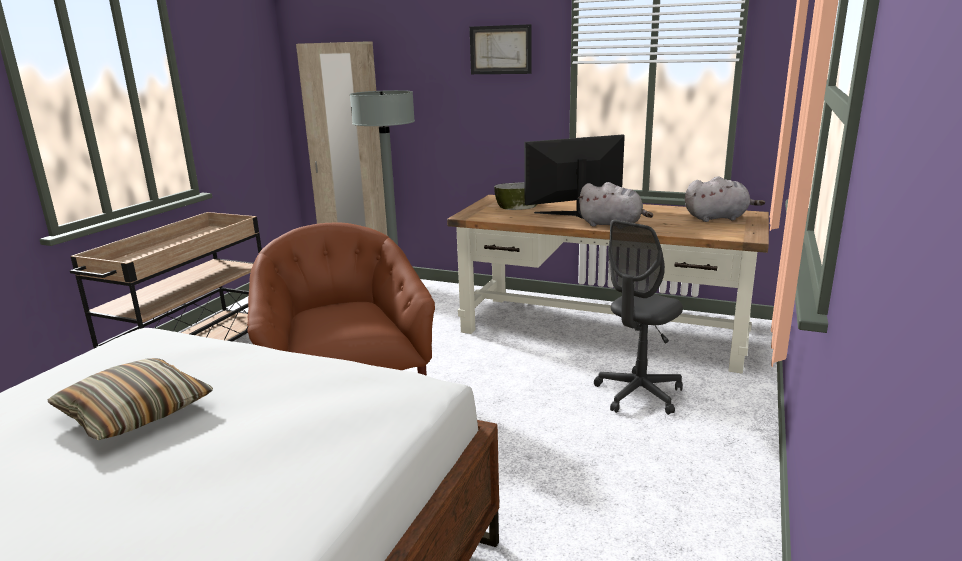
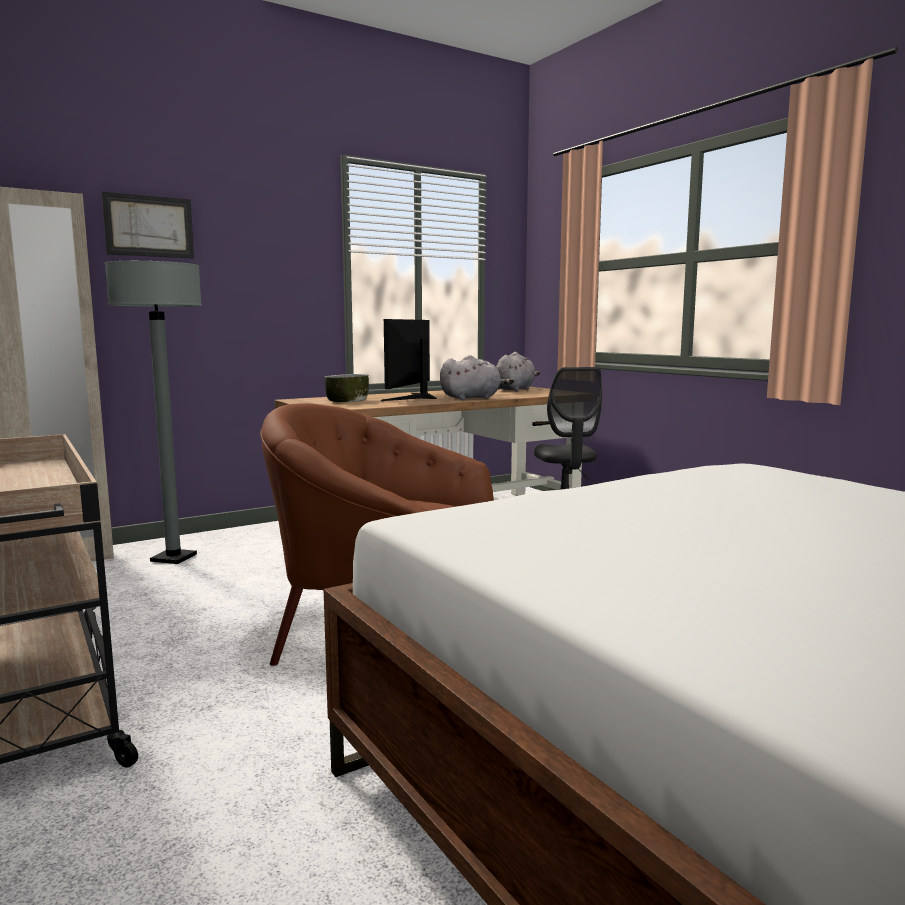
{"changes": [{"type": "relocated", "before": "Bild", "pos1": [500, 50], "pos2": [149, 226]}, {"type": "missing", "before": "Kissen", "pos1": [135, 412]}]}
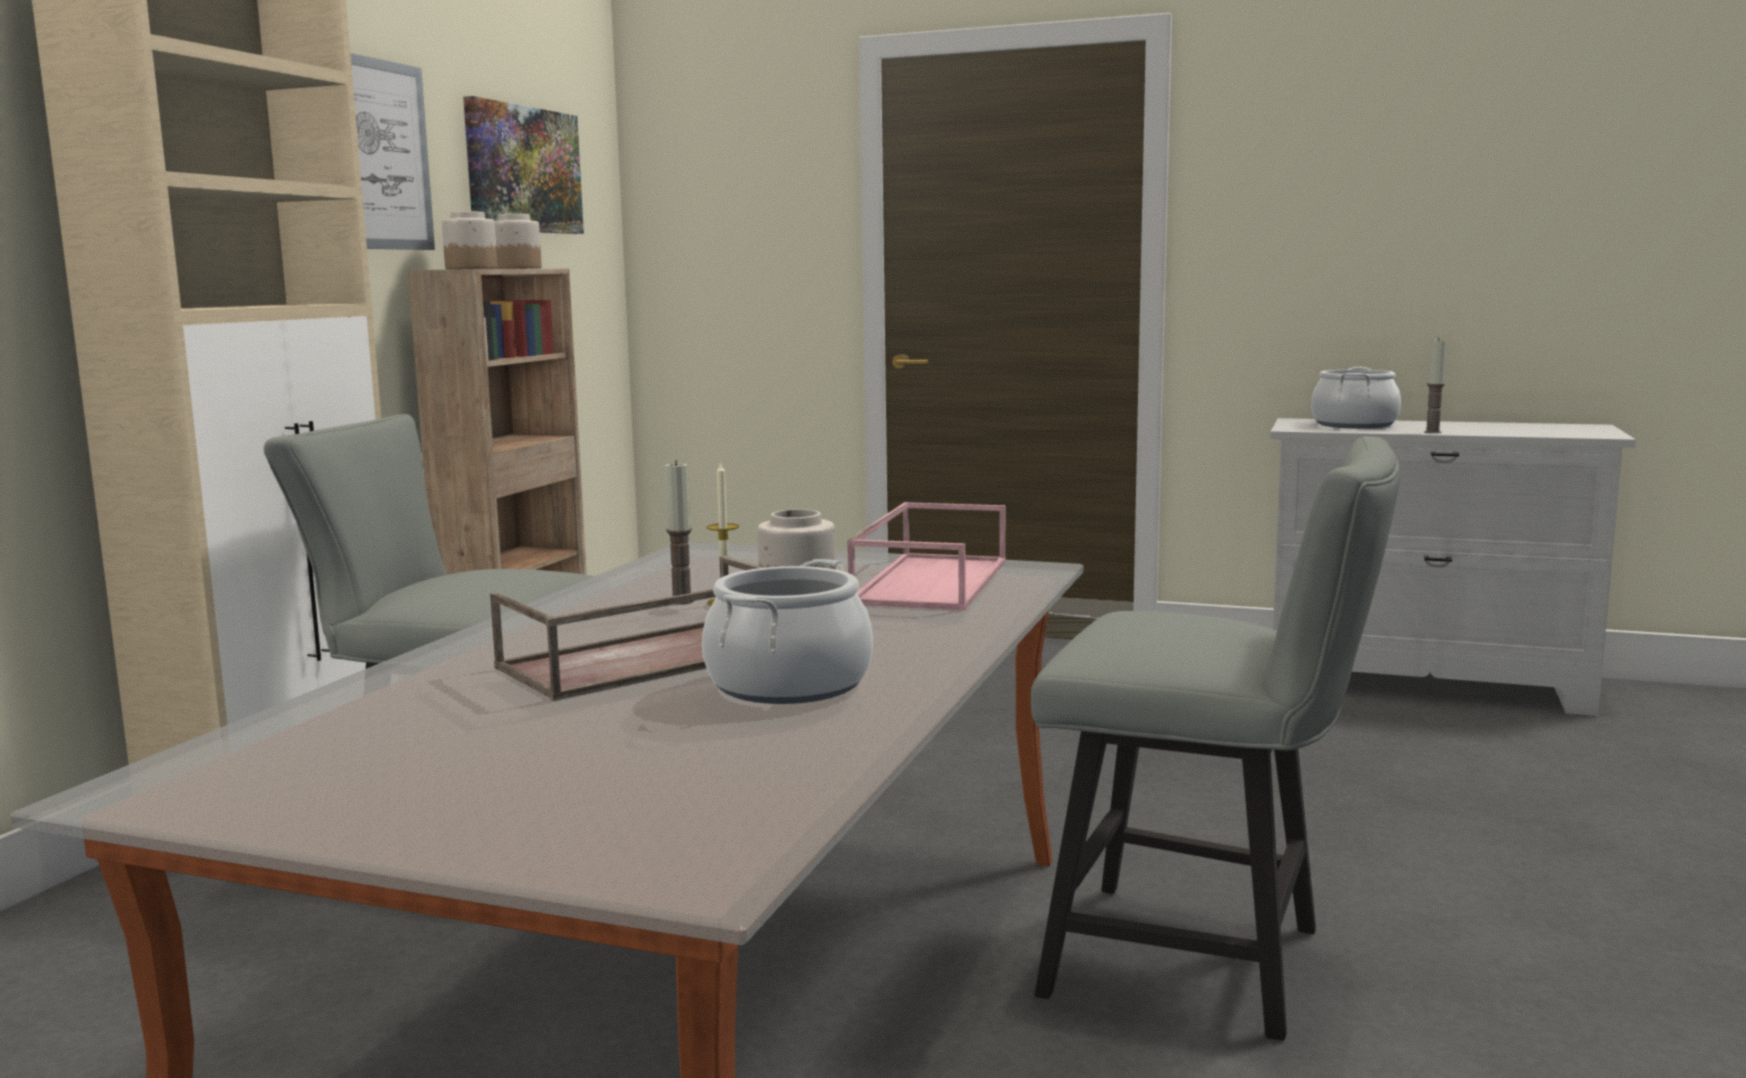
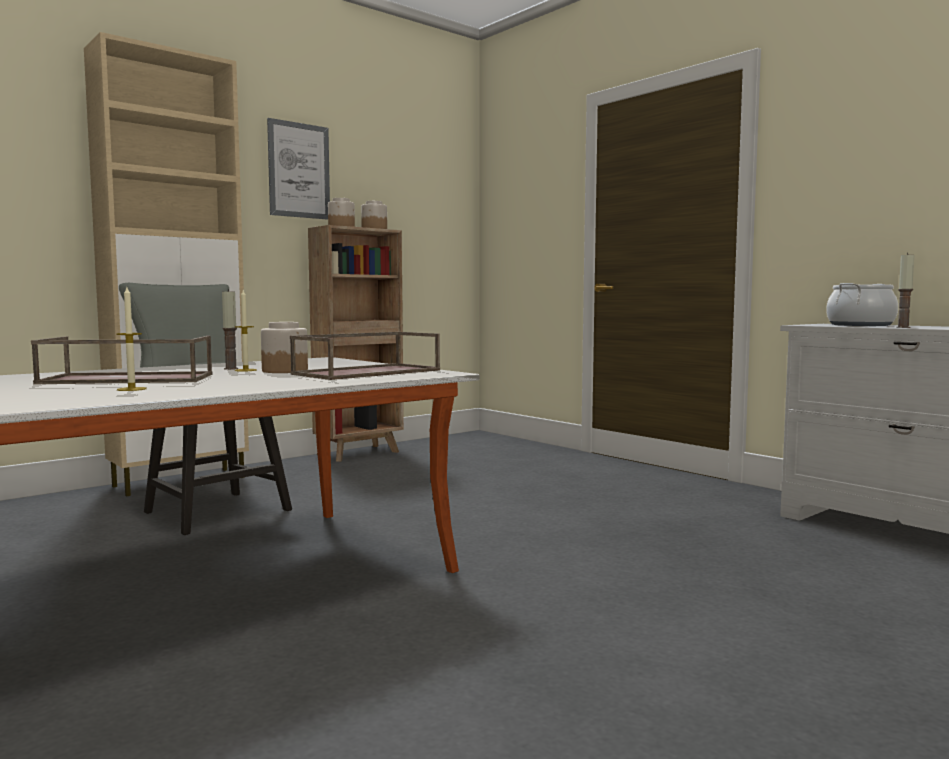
{"changes": [{"type": "exchanged", "before": "Kochtopf", "after": "Kerze", "pos1": [788, 684], "pos2": [131, 389]}, {"type": "colour", "before": "Tablett (rosa)", "after": "Tablett (braun)", "pos1": [929, 581], "pos2": [368, 372]}, {"type": "missing", "before": "Bild", "pos1": [522, 170]}, {"type": "missing", "before": "Stuhl (grau)", "pos1": [1207, 964]}]}
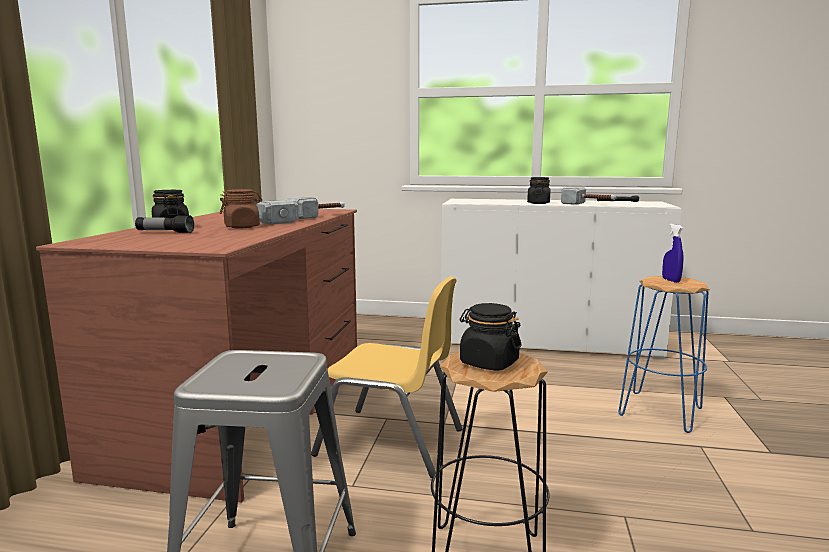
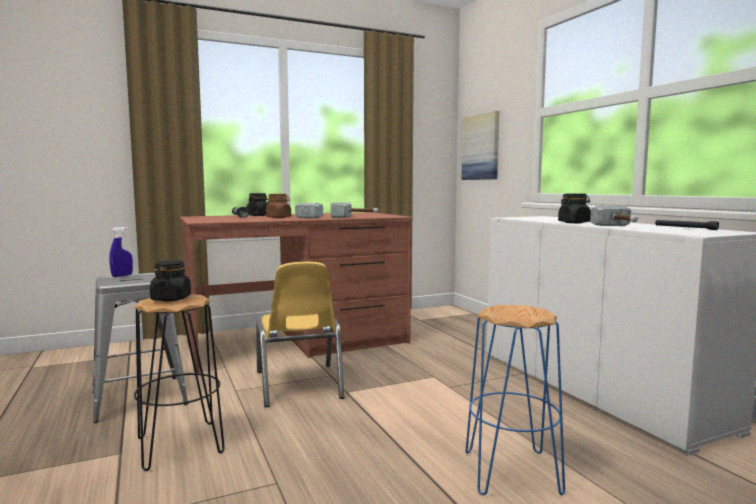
{"changes": [{"type": "relocated", "before": "Sprühflasche (blau)", "pos1": [671, 280], "pos2": [122, 276]}, {"type": "appeared", "after": "Bild", "pos2": [481, 147]}]}
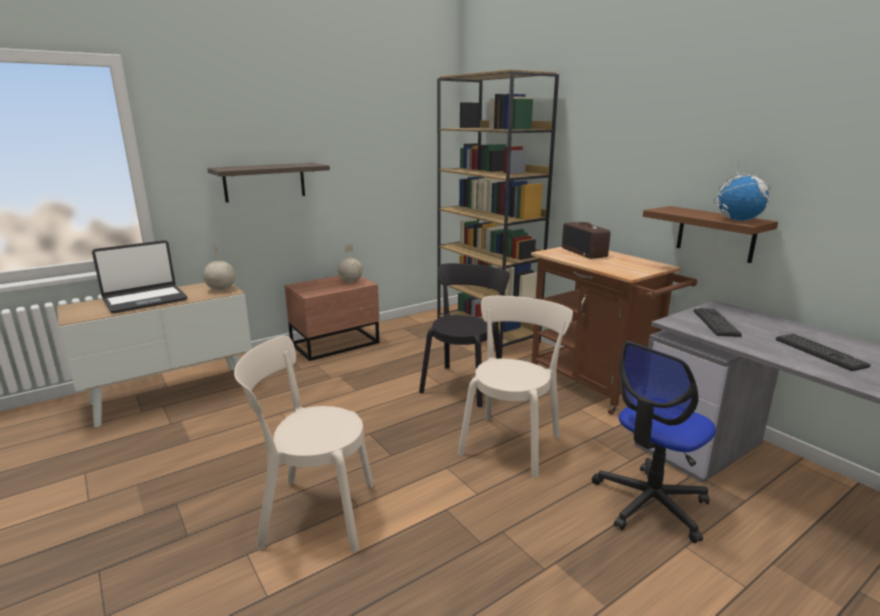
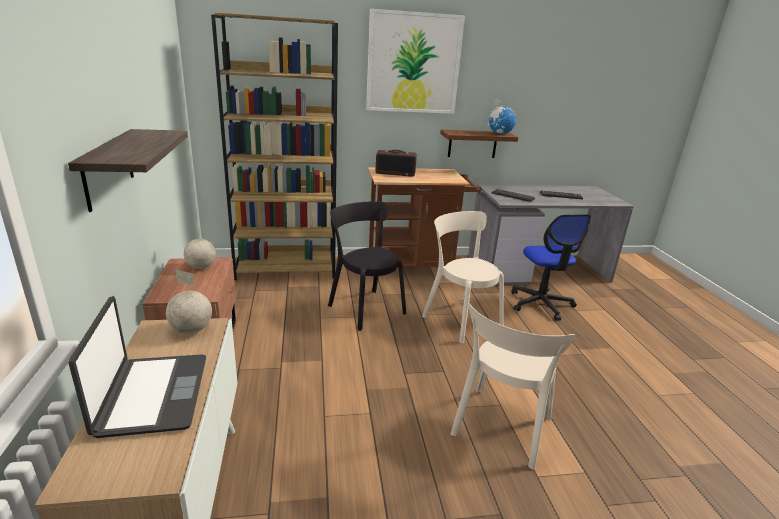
{"changes": [{"type": "appeared", "after": "Bild", "pos2": [413, 63]}]}
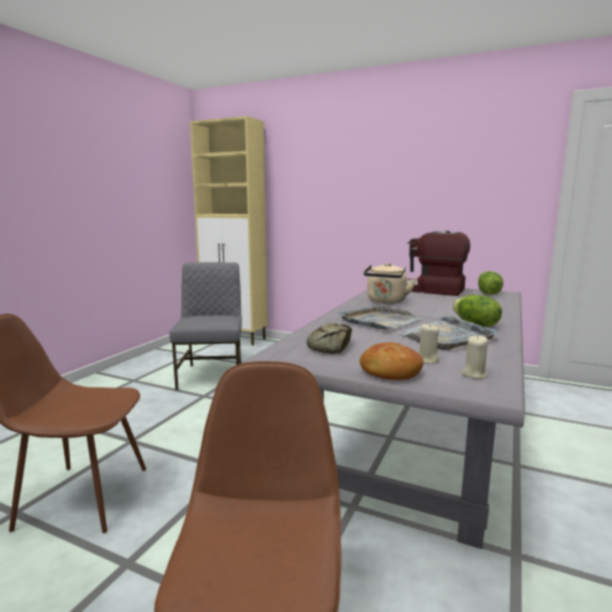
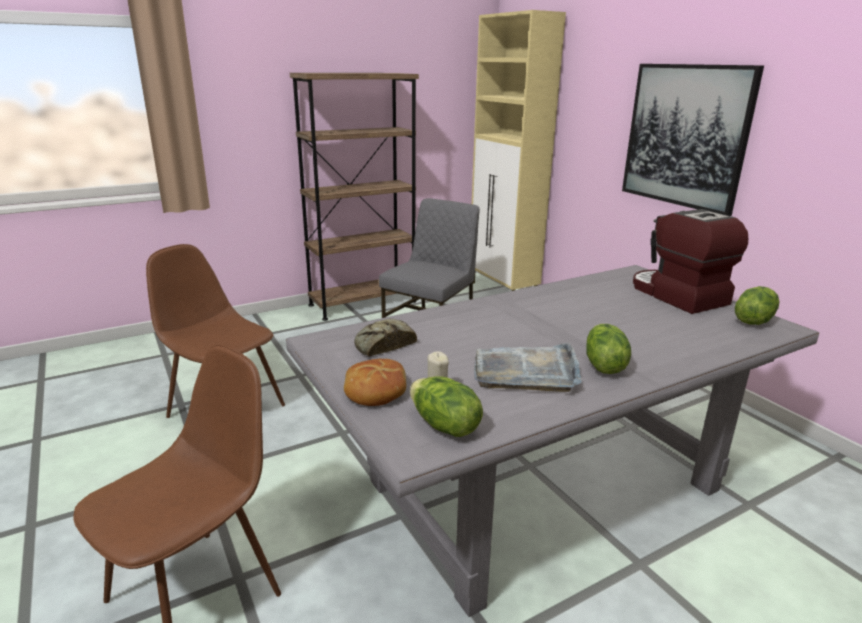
{"changes": [{"type": "appeared", "after": "Bücherregal (braun)", "pos2": [362, 303]}, {"type": "exchanged", "before": "Kerze (beige)", "after": "Salatkopf", "pos1": [474, 374], "pos2": [444, 426]}, {"type": "appeared", "after": "Bild", "pos2": [685, 136]}, {"type": "missing", "before": "Tablett (grau)", "pos1": [379, 321]}, {"type": "missing", "before": "Wasserkessel (beige)", "pos1": [386, 301]}]}
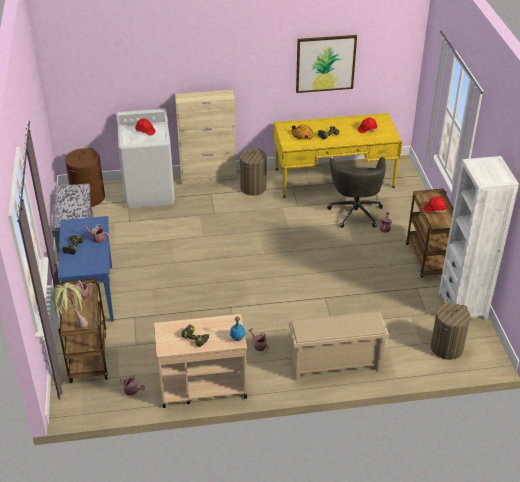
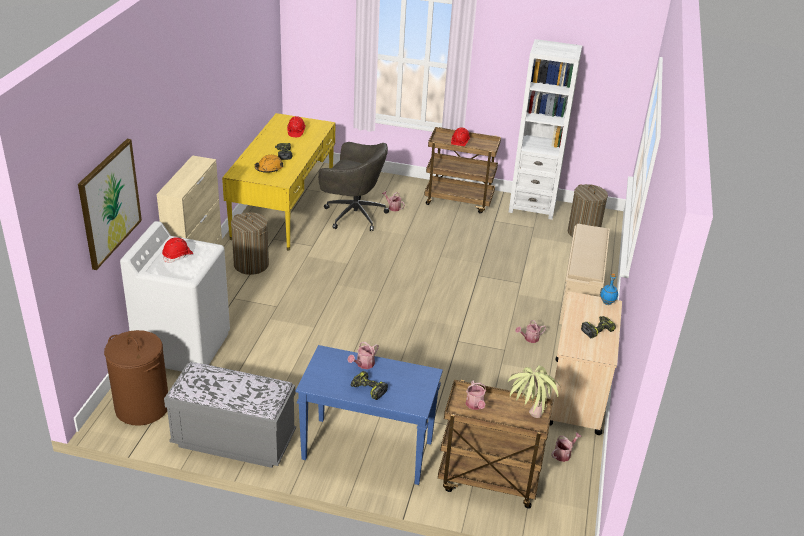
{"changes": [{"type": "relocated", "before": "Bild", "pos1": [325, 63], "pos2": [109, 203]}]}
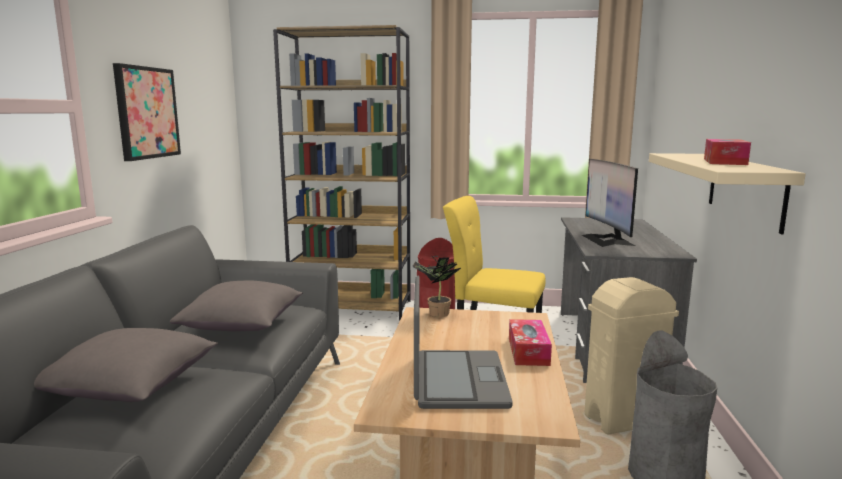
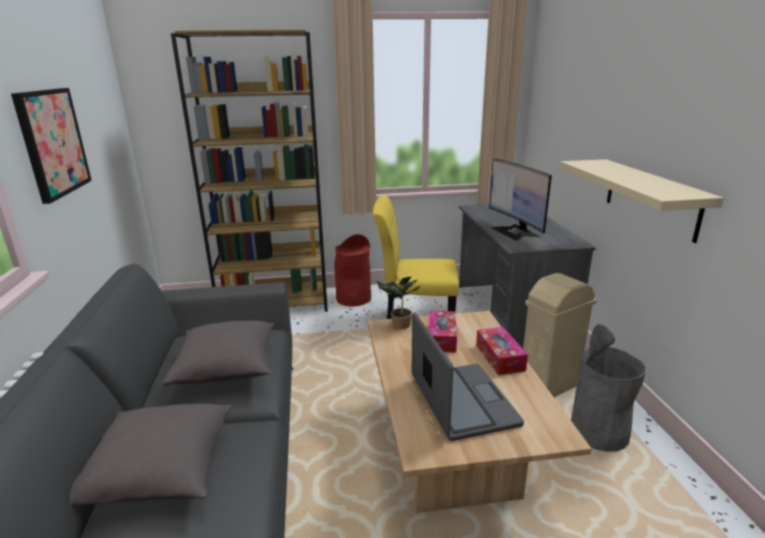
{"changes": [{"type": "relocated", "before": "Taschentuchbox", "pos1": [724, 161], "pos2": [441, 338]}]}
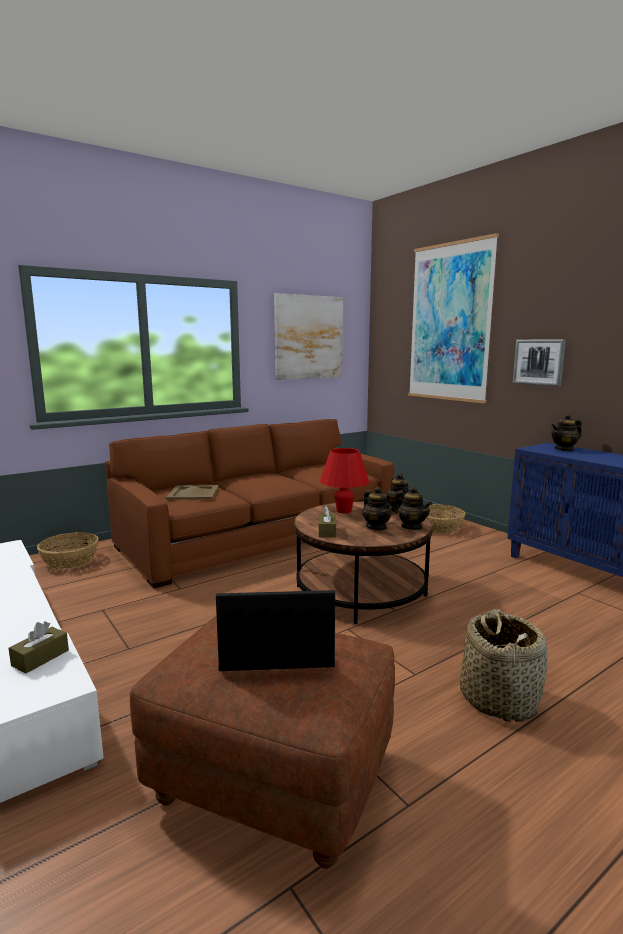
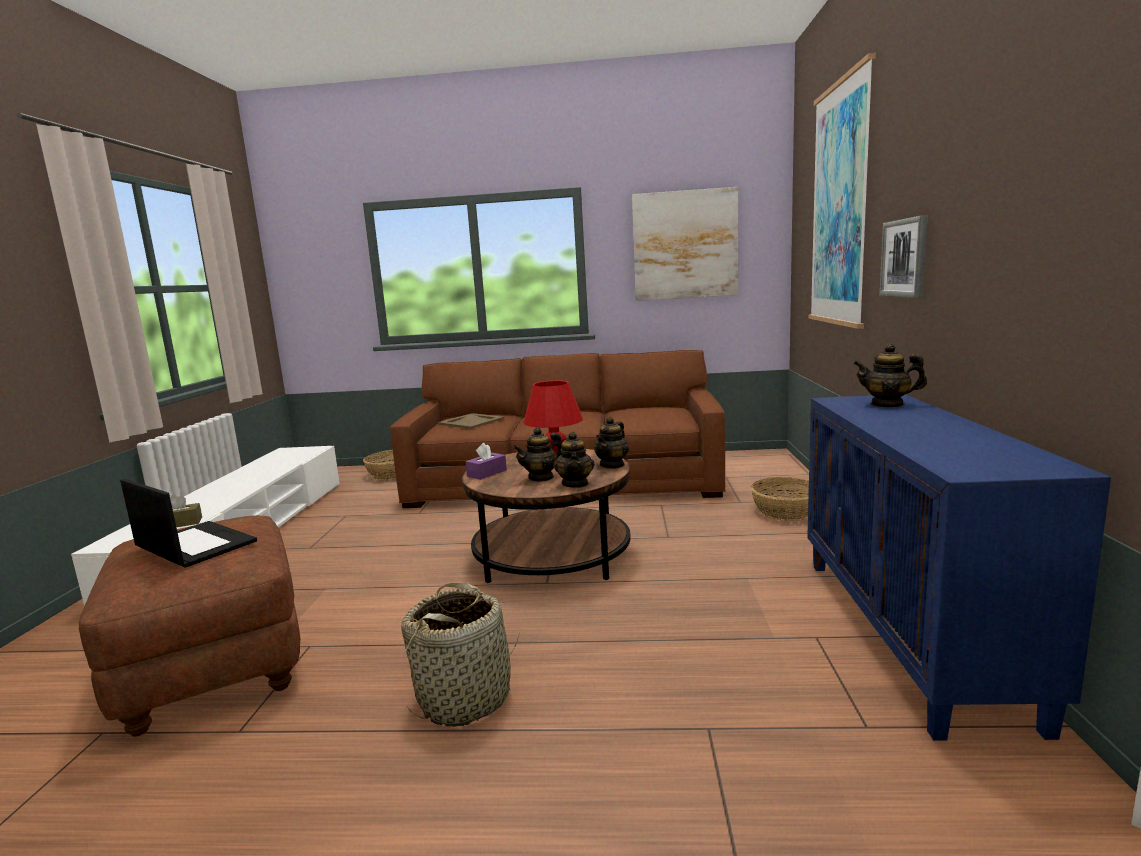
{"changes": [{"type": "colour", "before": "Taschentuchbox (braun)", "after": "Taschentuchbox (lila)", "pos1": [327, 532], "pos2": [487, 473]}, {"type": "spun", "before": "Teekanne", "pos1": [376, 527], "pos2": [541, 477], "turn": 45}]}
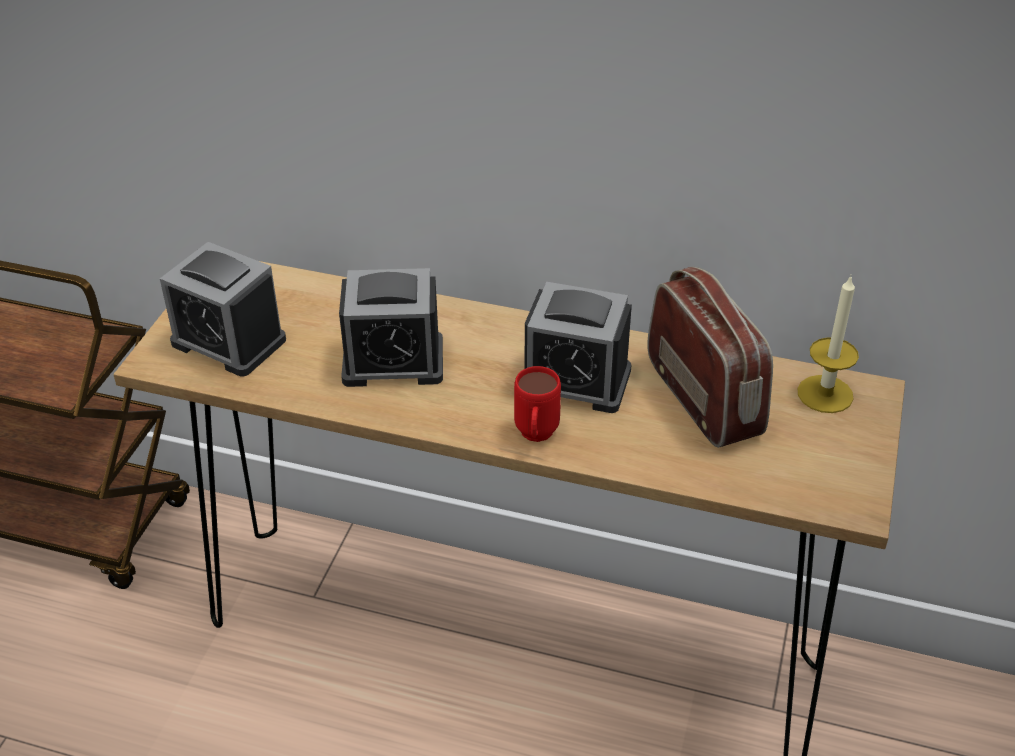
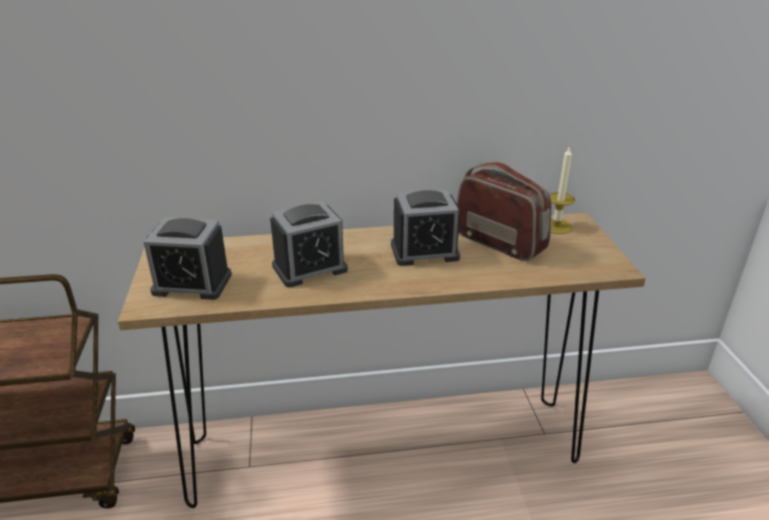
{"changes": [{"type": "missing", "before": "Henkelbecher (rot)", "pos1": [535, 438]}]}
